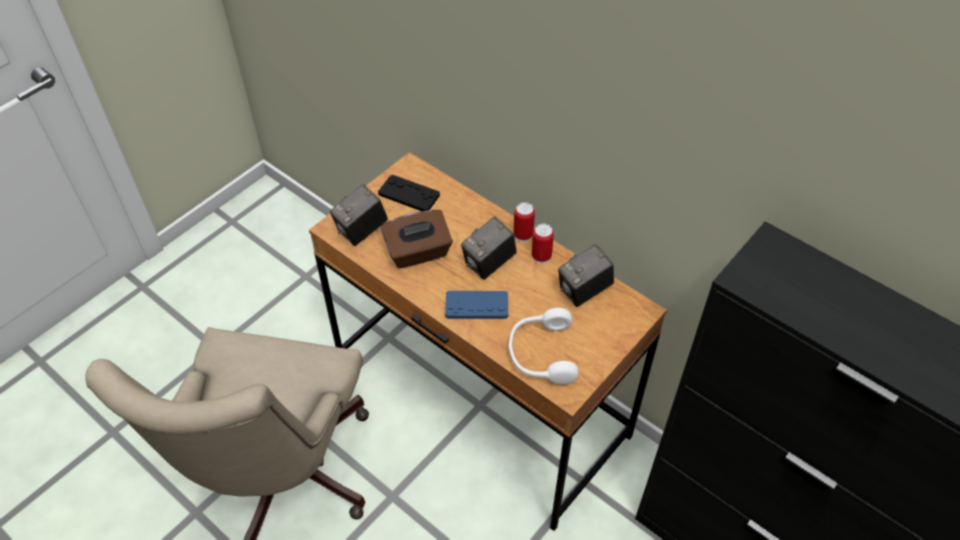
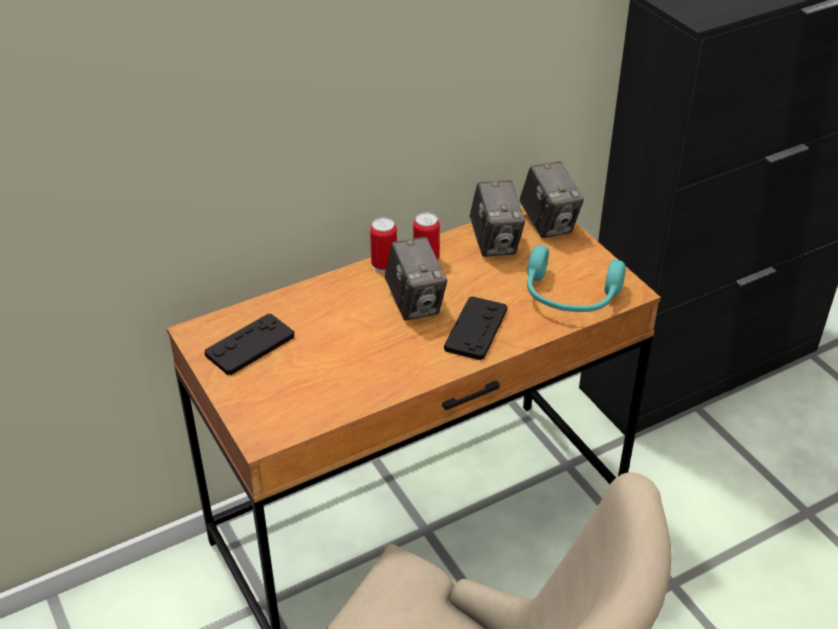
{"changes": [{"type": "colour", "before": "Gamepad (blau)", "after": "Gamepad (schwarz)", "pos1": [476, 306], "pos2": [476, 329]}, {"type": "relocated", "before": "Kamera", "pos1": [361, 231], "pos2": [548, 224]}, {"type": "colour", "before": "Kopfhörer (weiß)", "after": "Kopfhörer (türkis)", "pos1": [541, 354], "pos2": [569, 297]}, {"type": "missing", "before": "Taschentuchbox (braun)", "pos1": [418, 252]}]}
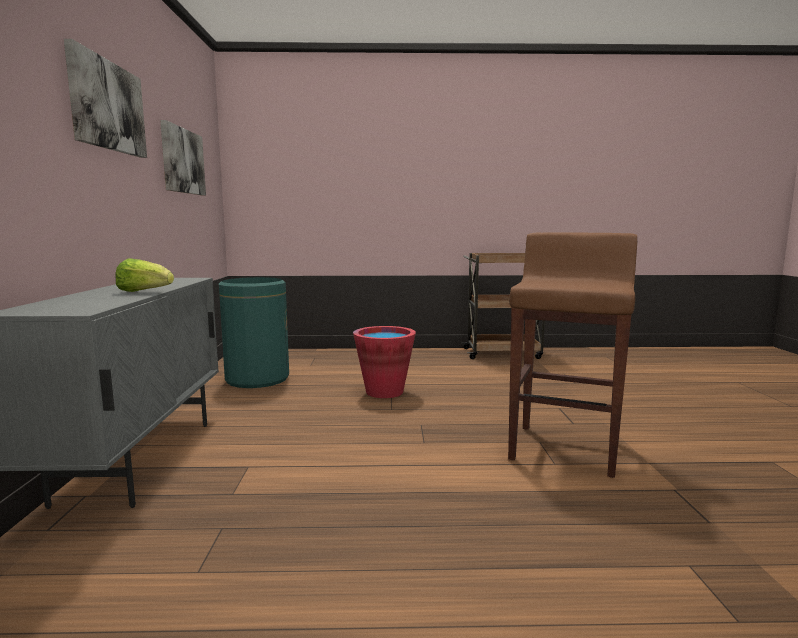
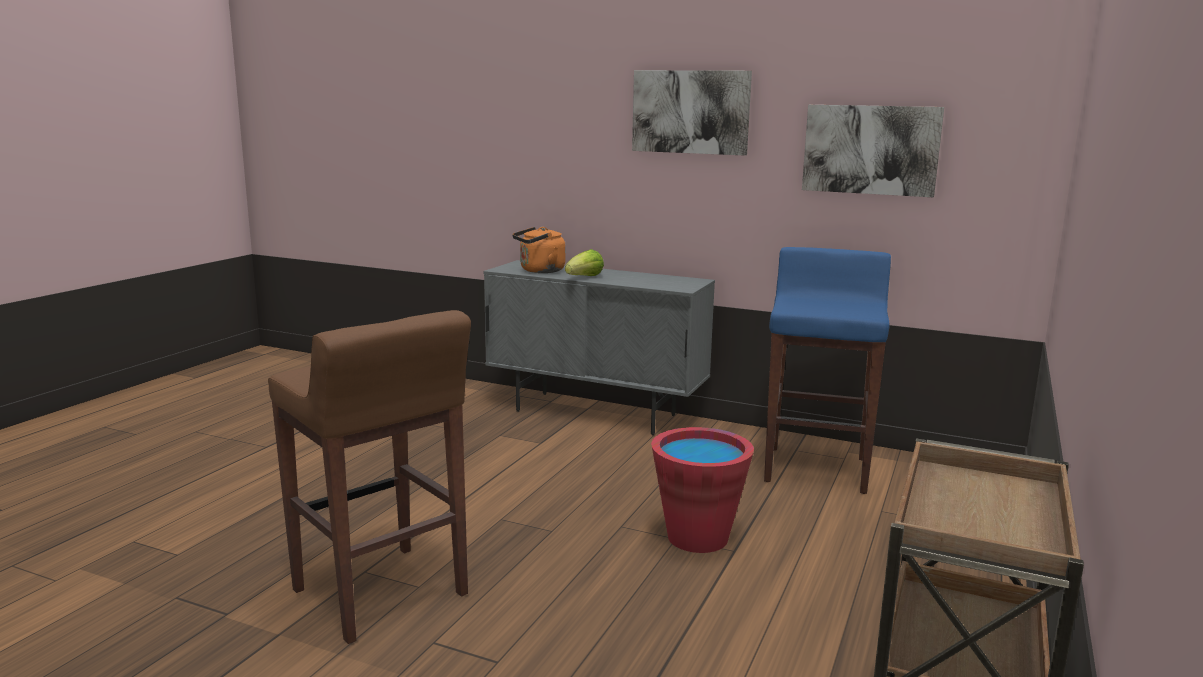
{"changes": [{"type": "appeared", "after": "Wasserkessel (orange)", "pos2": [539, 271]}, {"type": "exchanged", "before": "Mülleimer (grün)", "after": "Hocker (blau)", "pos1": [257, 379], "pos2": [816, 469]}]}
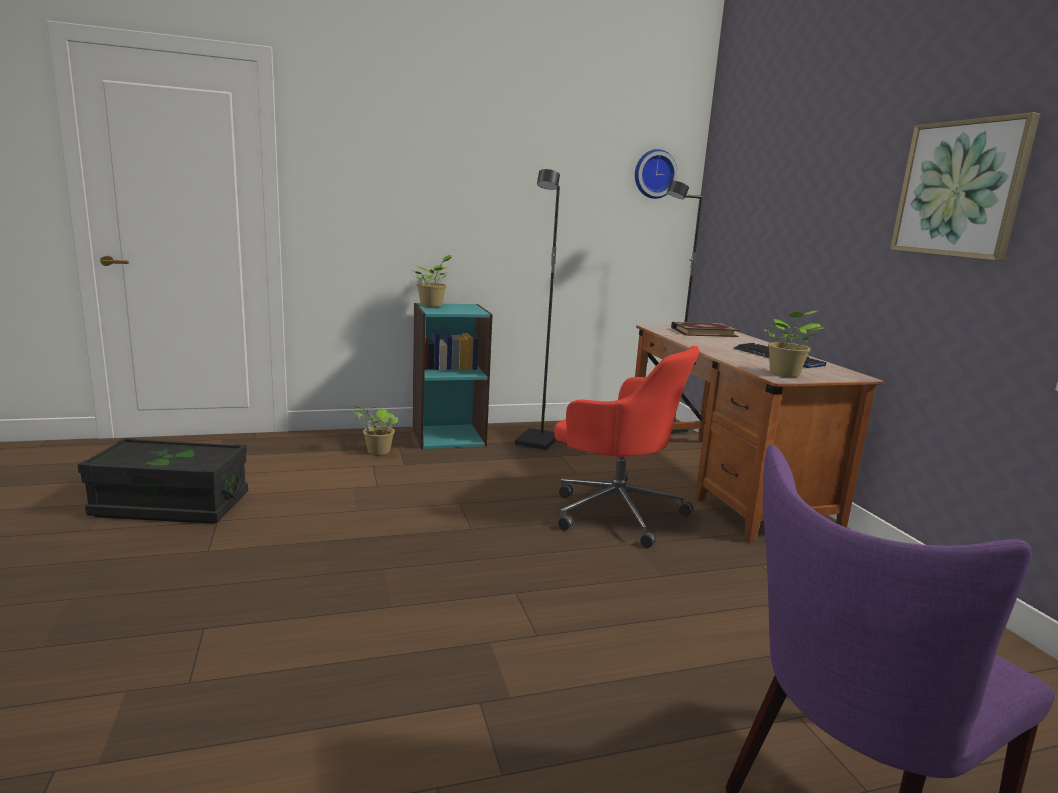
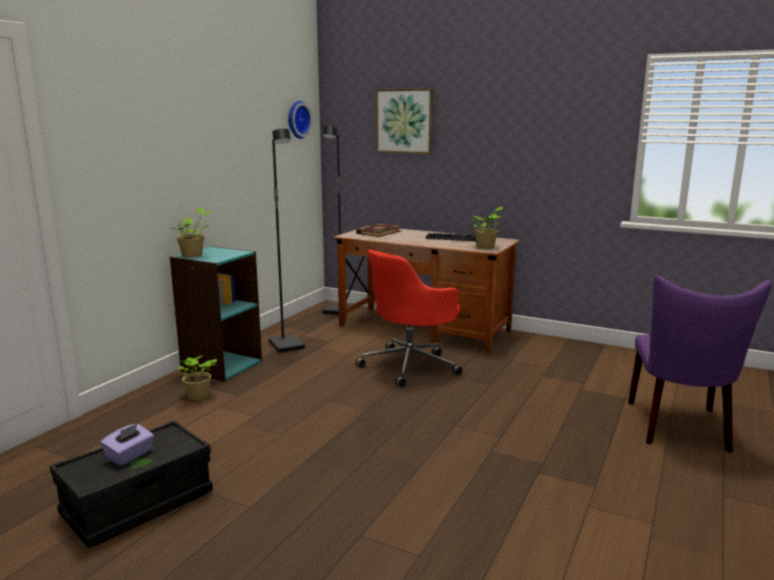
{"changes": [{"type": "appeared", "after": "Taschentuchbox (lila)", "pos2": [130, 456]}, {"type": "spun", "before": "Bürostuhl (rot)", "pos1": [614, 511], "pos2": [410, 365], "turn": 150}, {"type": "relocated", "before": "Bild", "pos1": [960, 189], "pos2": [404, 121]}]}
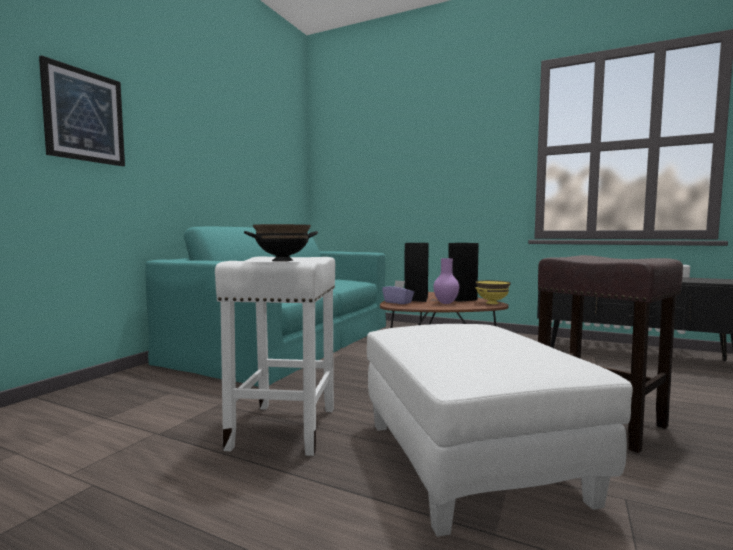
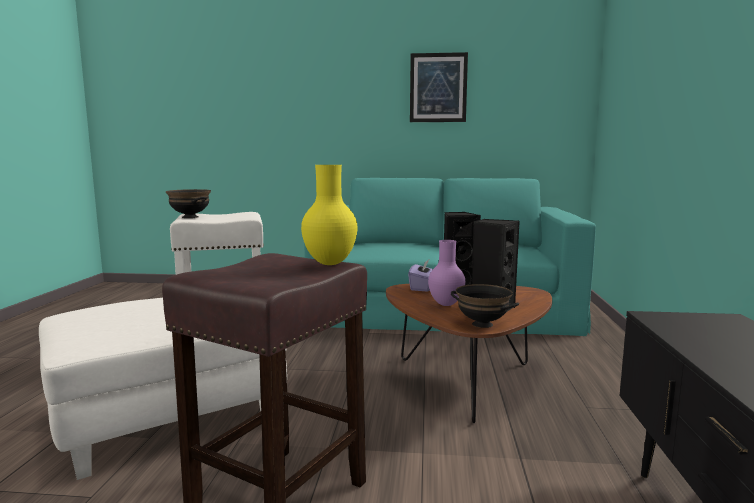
{"changes": [{"type": "appeared", "after": "Vase (gelb)", "pos2": [330, 263]}, {"type": "relocated", "before": "Bild", "pos1": [84, 116], "pos2": [438, 88]}, {"type": "colour", "before": "Schüssel (gelb)", "after": "Schüssel (schwarz)", "pos1": [492, 303], "pos2": [483, 324]}]}
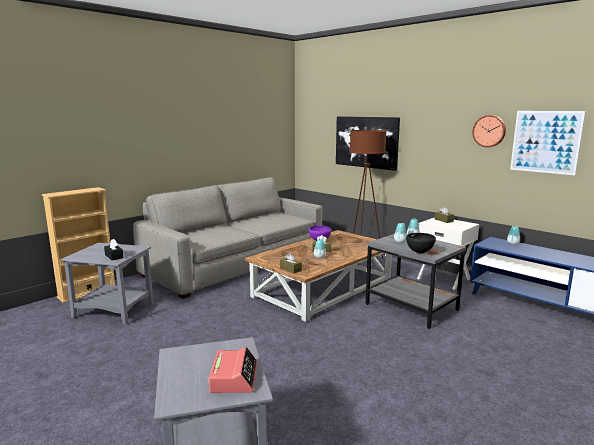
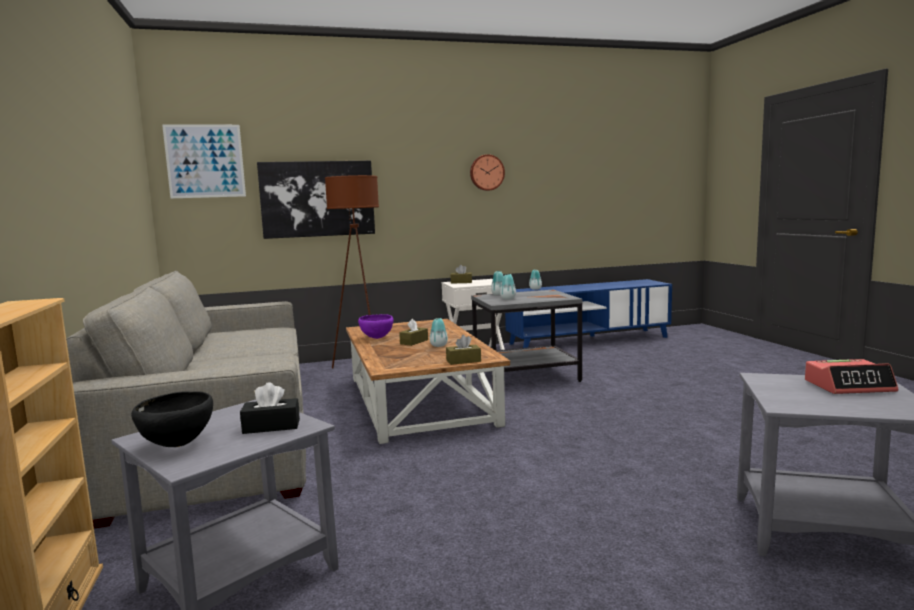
{"changes": [{"type": "relocated", "before": "Schüssel (schwarz)", "pos1": [420, 252], "pos2": [178, 444]}, {"type": "relocated", "before": "Bild", "pos1": [545, 142], "pos2": [205, 161]}, {"type": "spun", "before": "Wecker", "pos1": [234, 377], "pos2": [849, 386], "turn": 150}]}
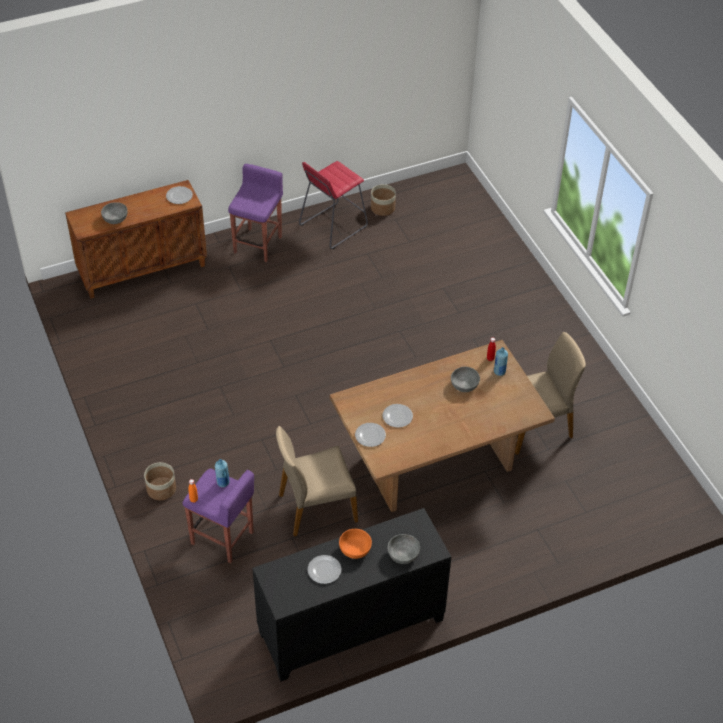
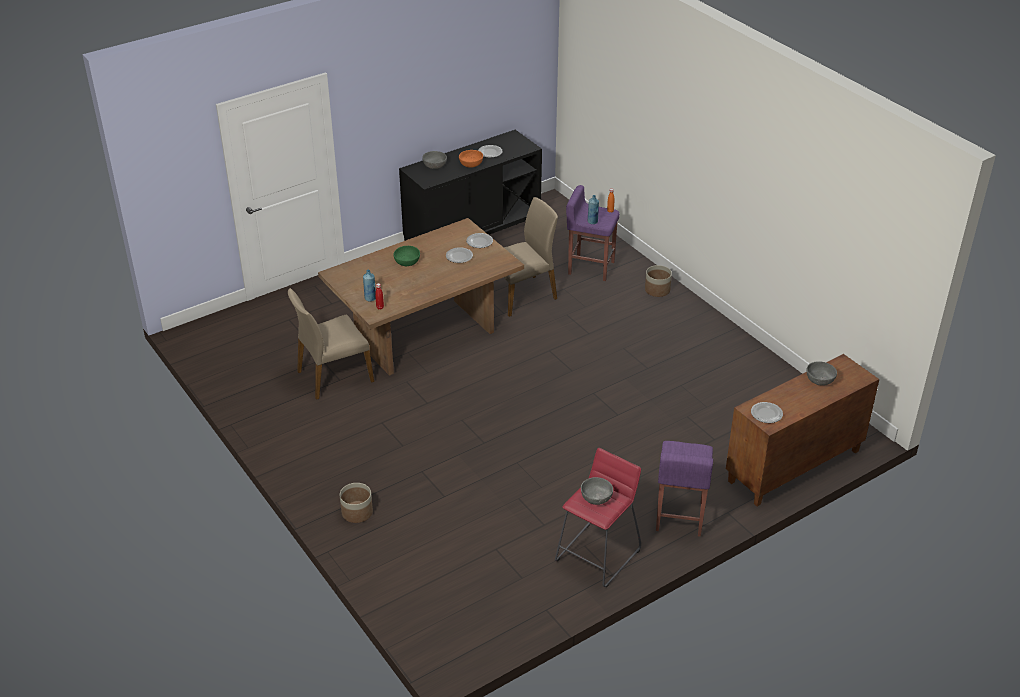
{"changes": [{"type": "relocated", "before": "Pflanzkübel", "pos1": [382, 208], "pos2": [357, 512]}, {"type": "appeared", "after": "Schüssel (grün)", "pos2": [407, 262]}, {"type": "relocated", "before": "Schüssel (grau)", "pos1": [464, 385], "pos2": [596, 497]}]}
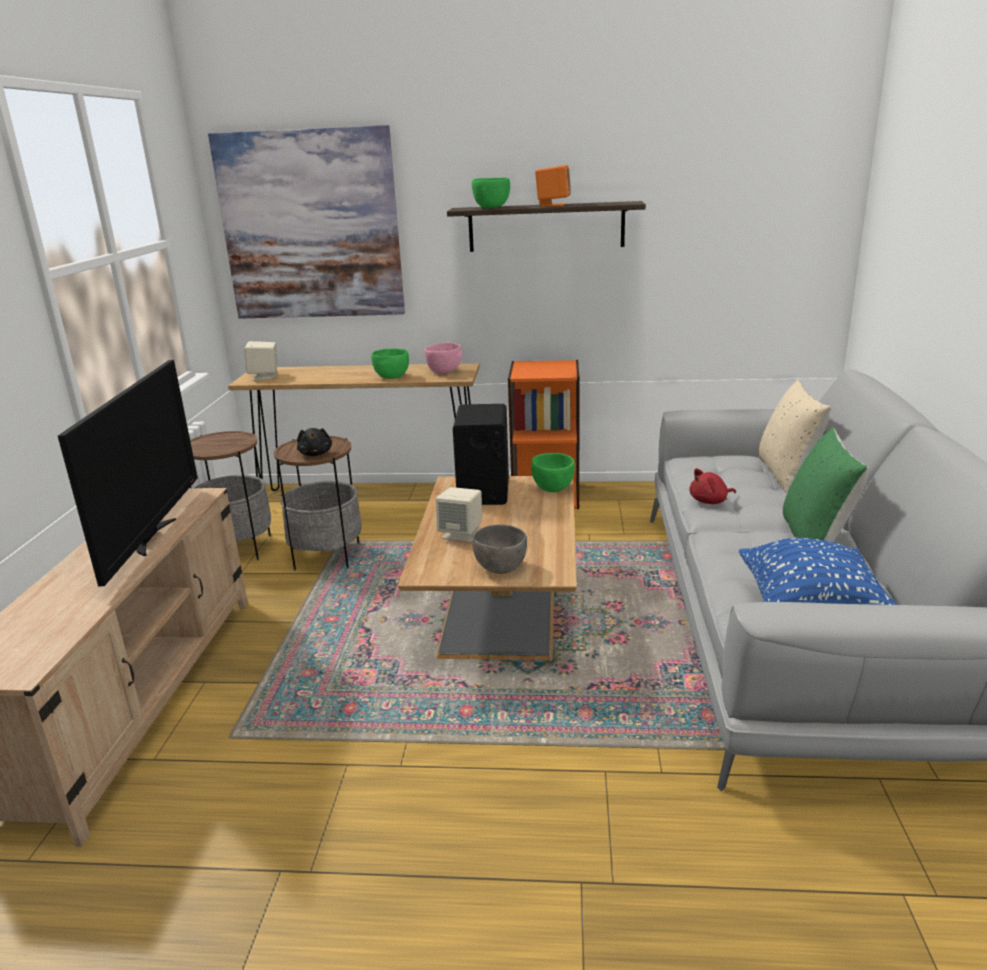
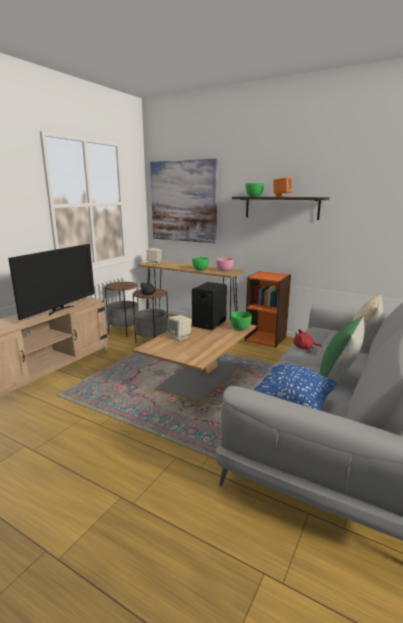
{"changes": [{"type": "missing", "before": "Schüssel (grau)", "pos1": [500, 568]}]}
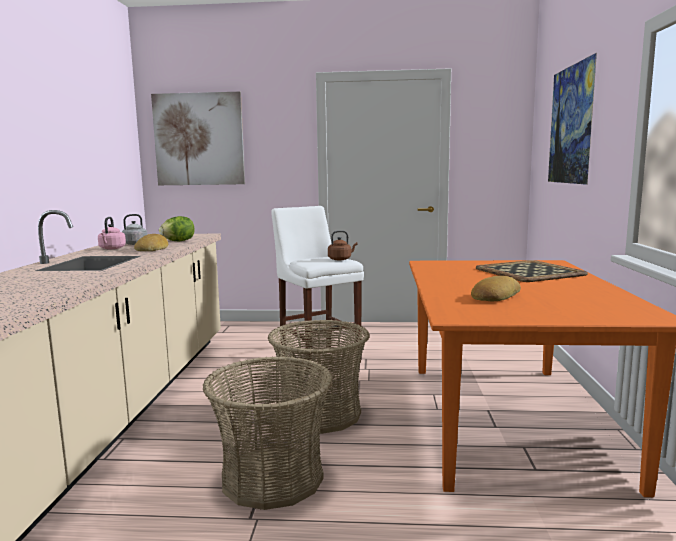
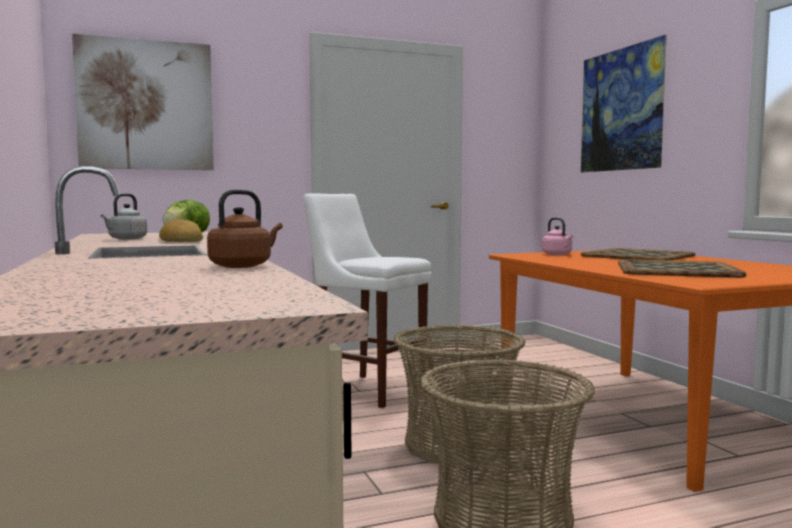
{"changes": [{"type": "relocated", "before": "Wasserkessel (braun)", "pos1": [341, 259], "pos2": [243, 266]}, {"type": "relocated", "before": "Wasserkessel (rosa)", "pos1": [112, 248], "pos2": [558, 254]}, {"type": "exchanged", "before": "Brot", "after": "Tablett", "pos1": [494, 296], "pos2": [675, 270]}]}
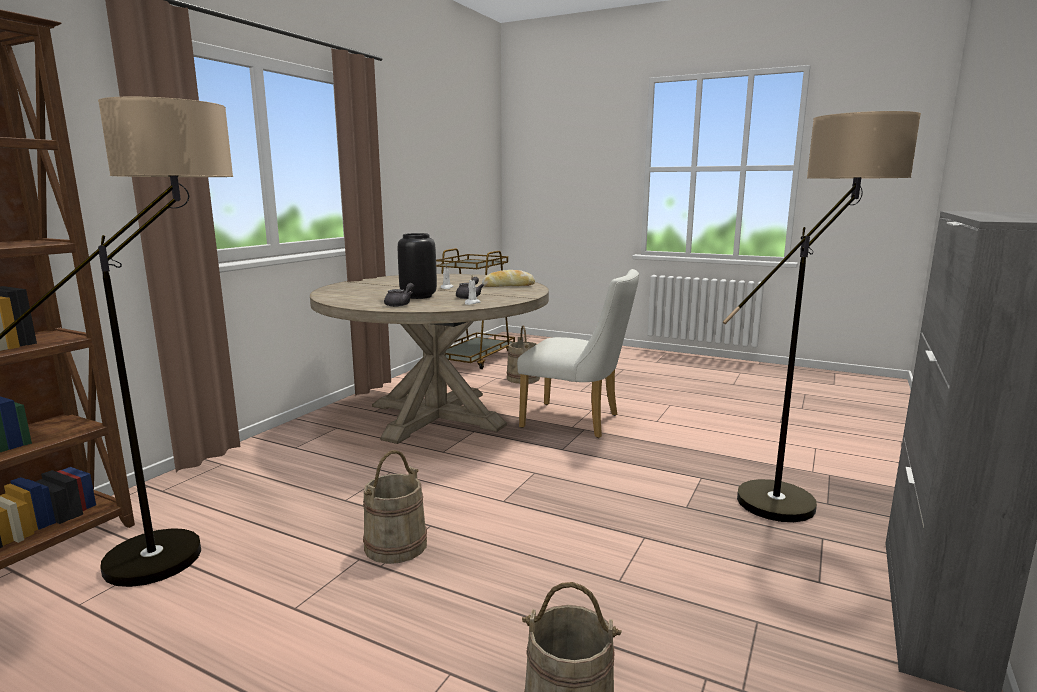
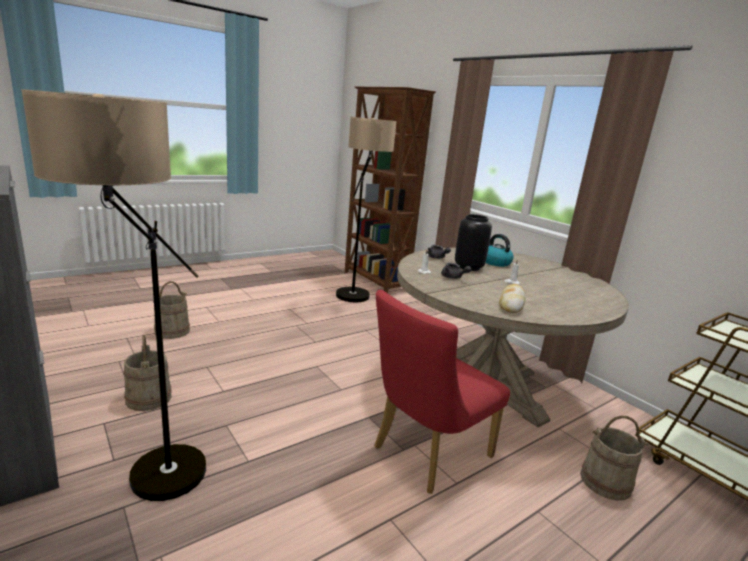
{"changes": [{"type": "relocated", "before": "Eimer (beige)", "pos1": [395, 545], "pos2": [149, 398]}, {"type": "colour", "before": "Stuhl (weiß)", "after": "Stuhl (rot)", "pos1": [578, 422], "pos2": [425, 454]}, {"type": "appeared", "after": "Wasserkessel", "pos2": [495, 262]}]}
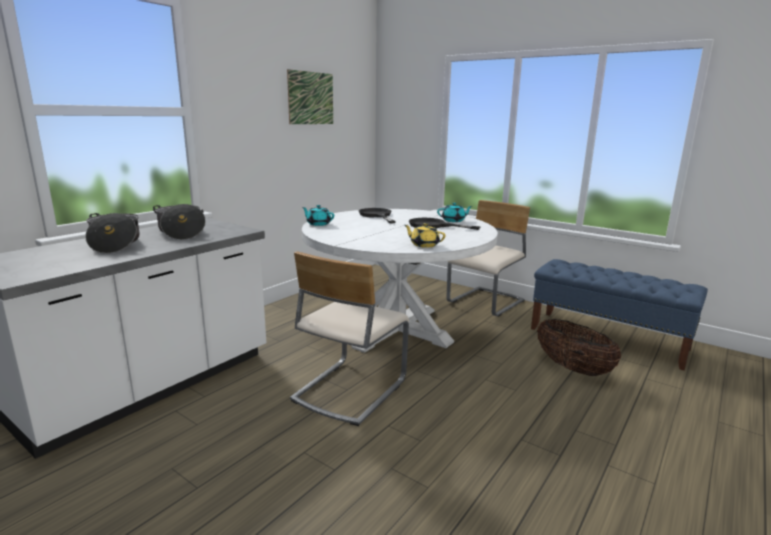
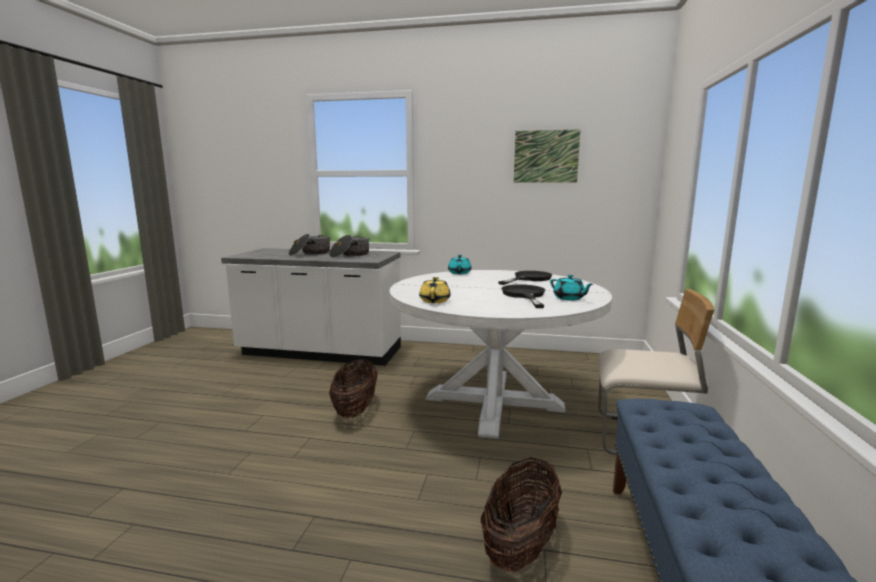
{"changes": [{"type": "exchanged", "before": "Stuhl (beige)", "after": "Korb", "pos1": [349, 390], "pos2": [355, 409]}]}
